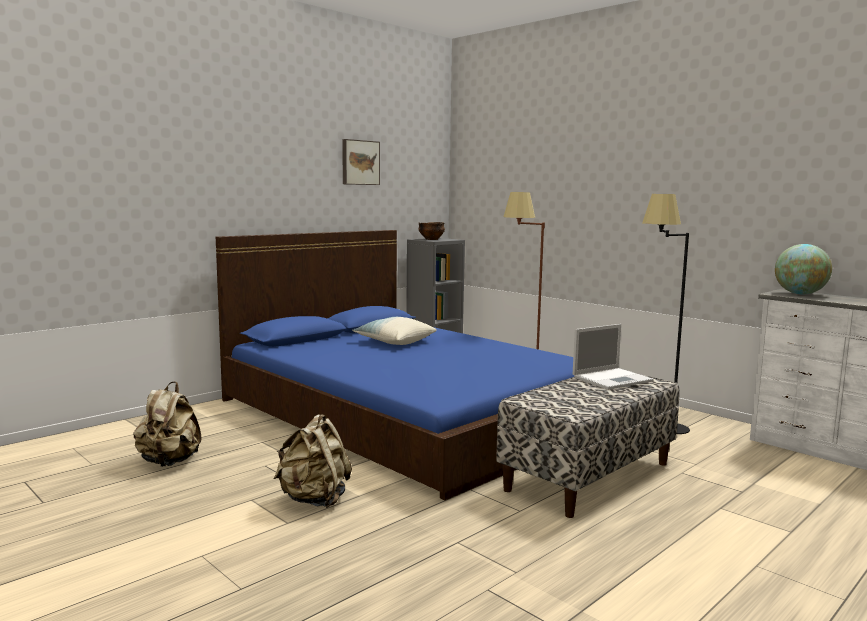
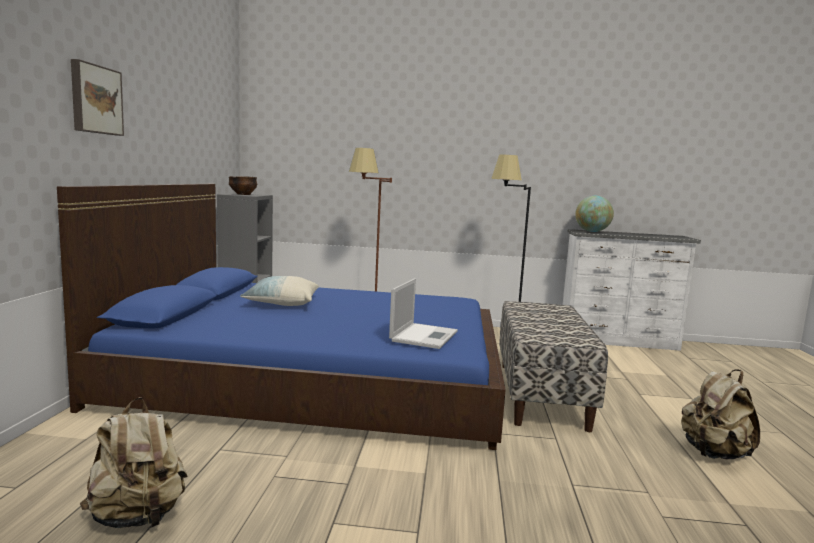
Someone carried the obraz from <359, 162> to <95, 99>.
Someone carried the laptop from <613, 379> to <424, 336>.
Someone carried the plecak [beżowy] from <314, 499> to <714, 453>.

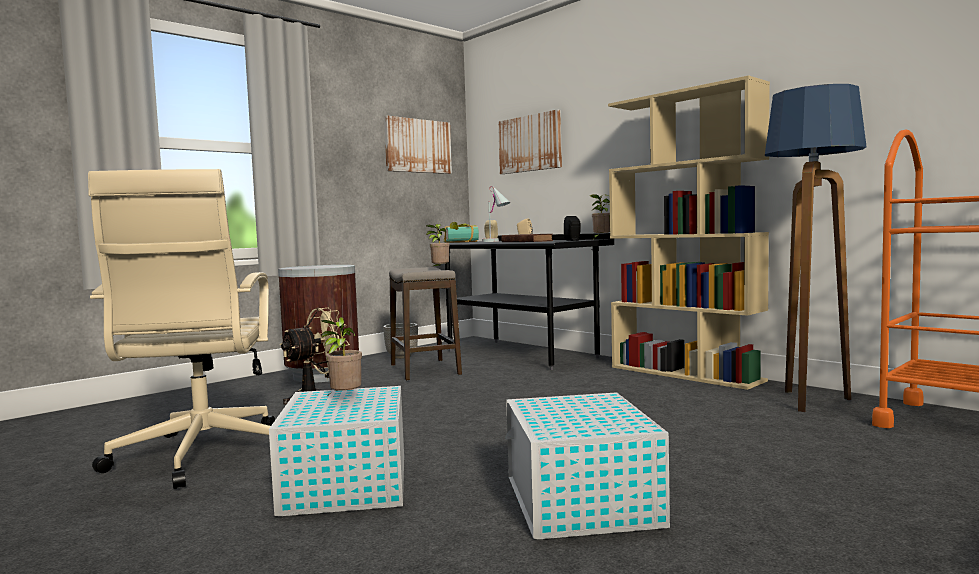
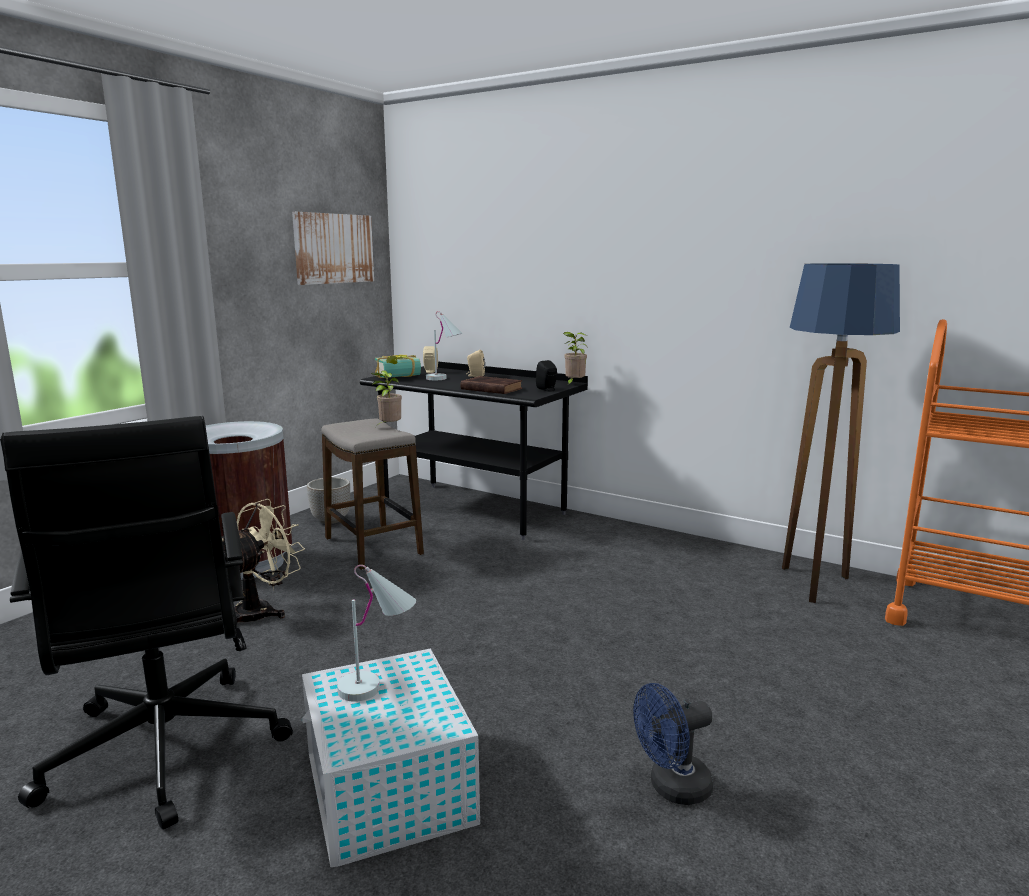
Someone repainted the krzesło biurowe [beżowy] at <201, 456>, which became the krzesło biurowe [czarny] at <164, 753>.
Someone swapped the roślina doniczkowa at <344, 398> for the lampa stołowa [biały] at <378, 687>.
Someone swapped the pojemnik do przechowywania [biały] at <581, 502> for the wentylator [niebieski] at <672, 788>.
Someone took away the obraz at <530, 143>.
Someone took away the regał [beżowy] at <686, 374>.

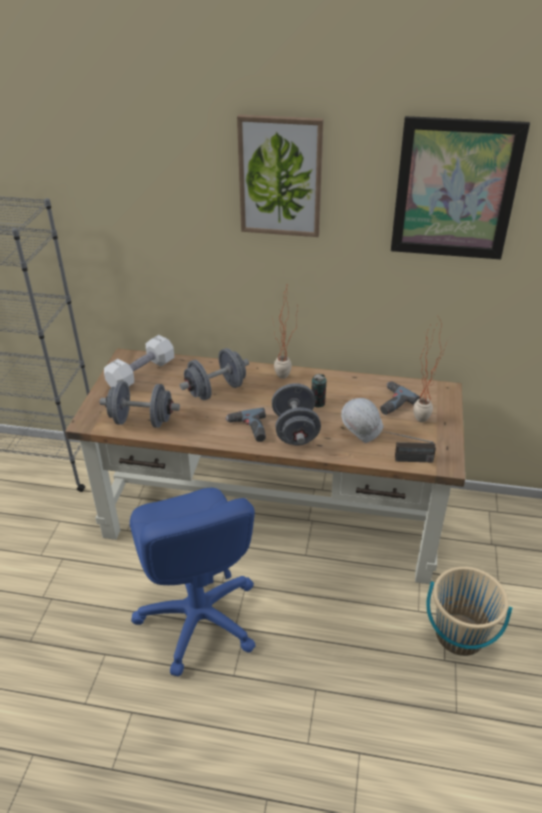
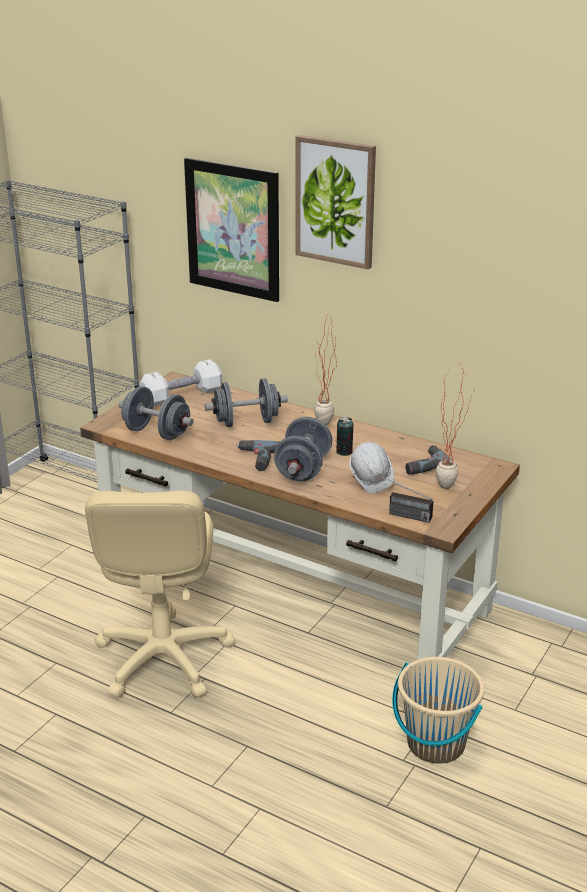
Someone repainted the krzesło biurowe [niebieski] at <198, 619>, which became the krzesło biurowe [beżowy] at <162, 658>.
Someone carried the obraz from <455, 190> to <233, 229>.

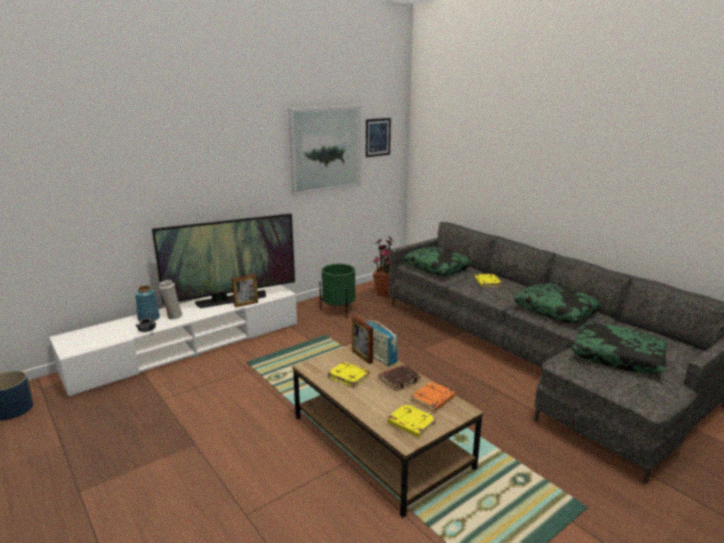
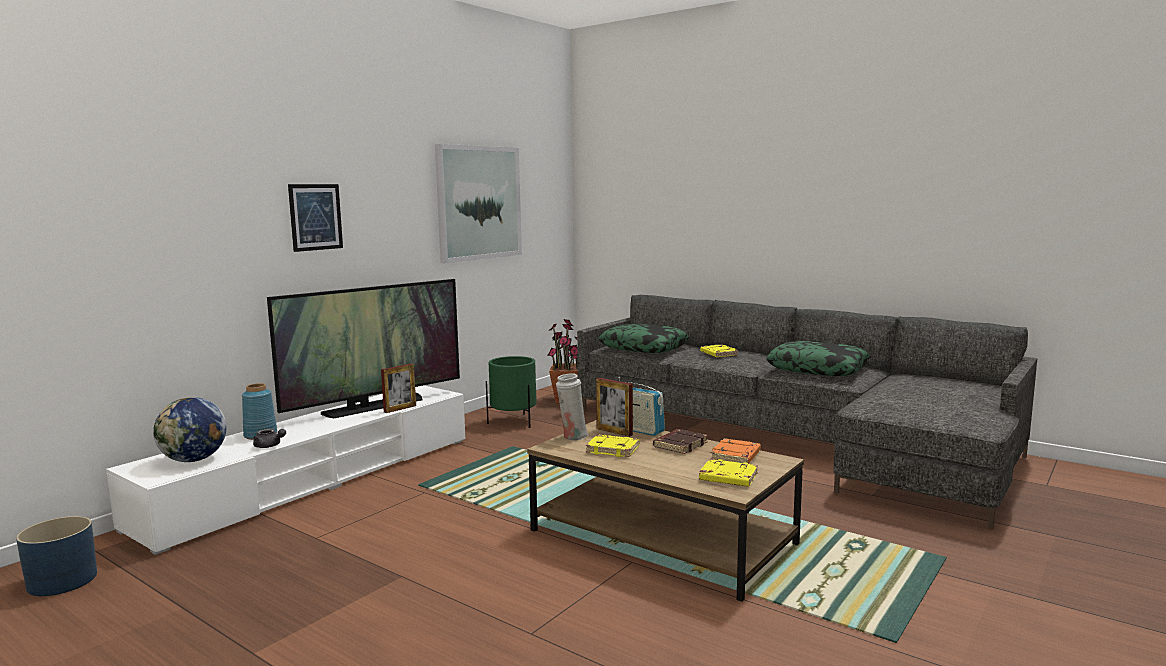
Someone put down the globus at <194, 460>.
Someone carried the obraz from <377, 137> to <315, 217>.
Someone carried the wazon [biały] from <173, 316> to <572, 437>.
Someone took away the poduszka at <617, 356>.

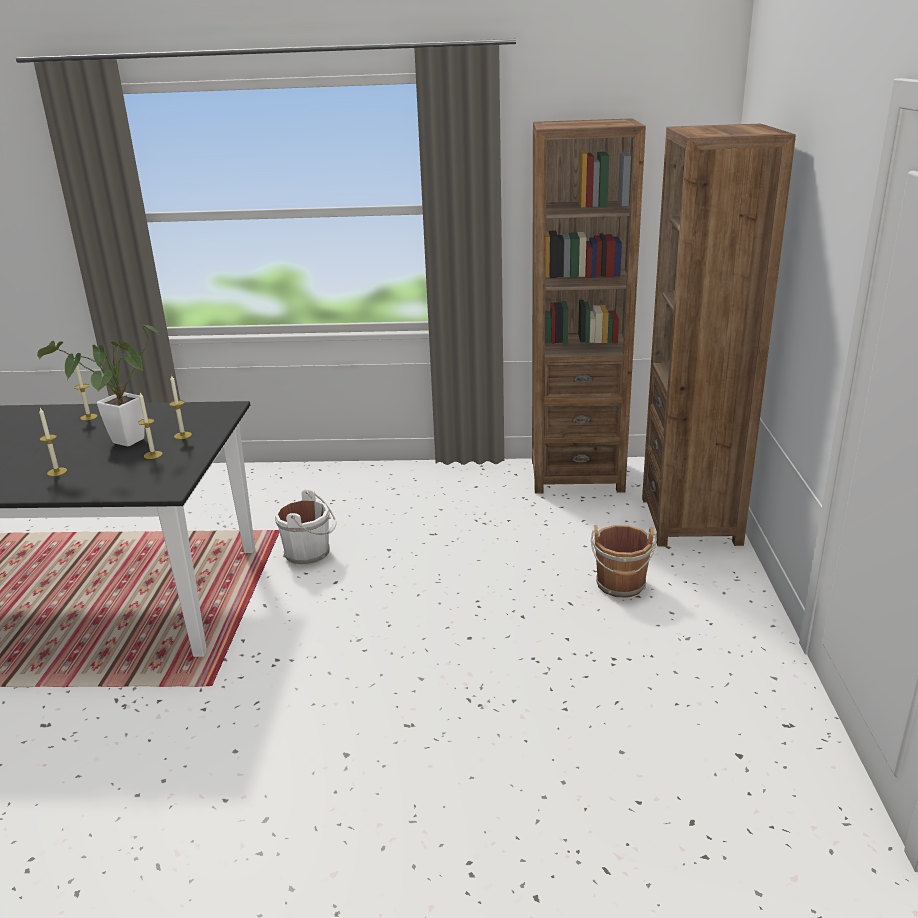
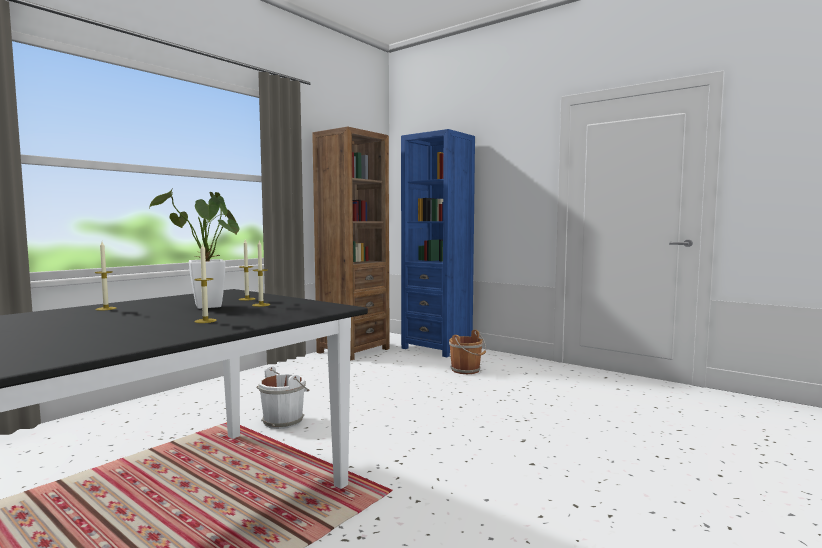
Someone repainted the regał [brązowy] at <690, 521>, which became the regał [niebieski] at <437, 348>.

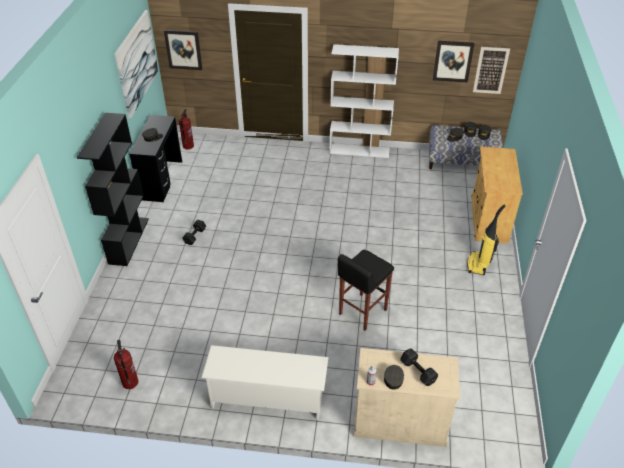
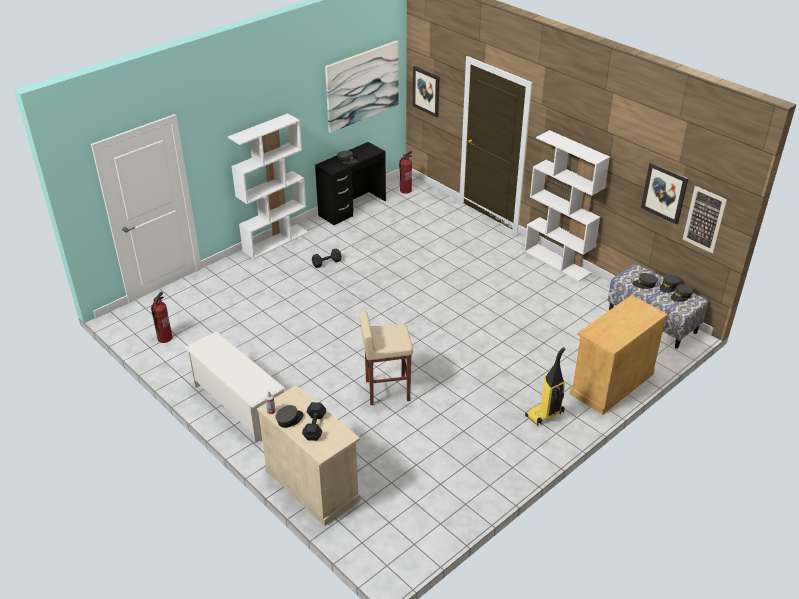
Someone repainted the regał [czarny] at <128, 240>, which became the regał [biały] at <275, 241>.
Someone repainted the stołek [czarny] at <362, 312>, which became the stołek [beżowy] at <386, 390>.

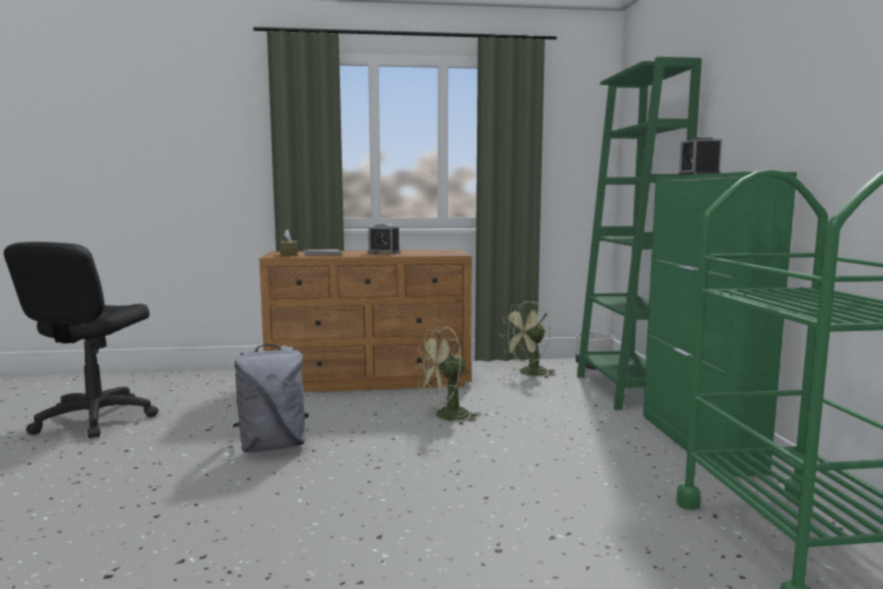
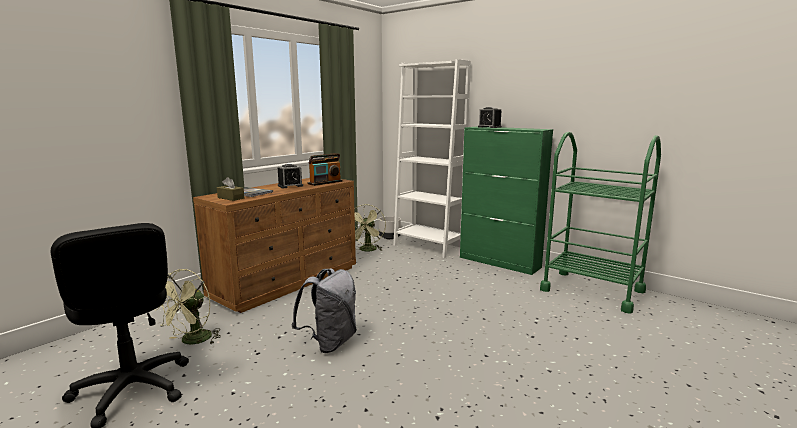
Someone carried the wentylator [zielony] from <445, 416> to <192, 341>.
Someone put down the radio at <325, 182>.
Someone repainted the regał [zielony] at <624, 391>, which became the regał [biały] at <428, 247>.

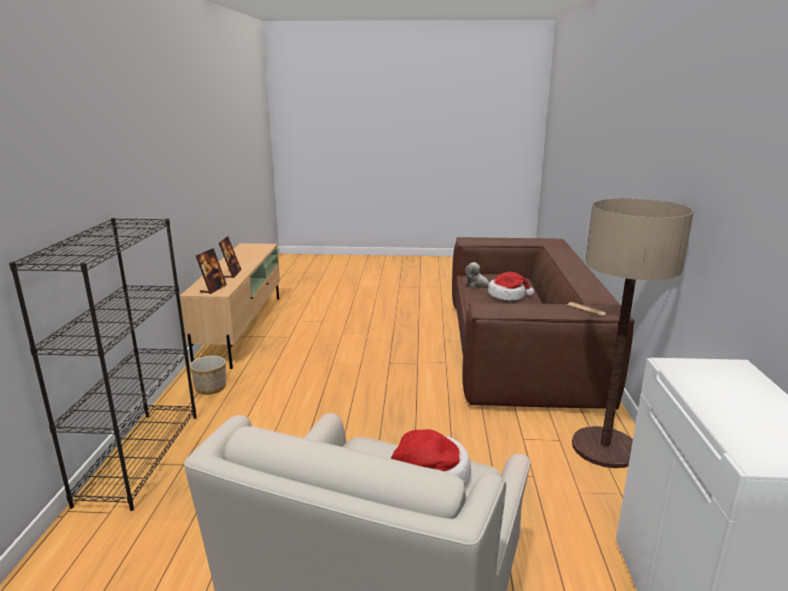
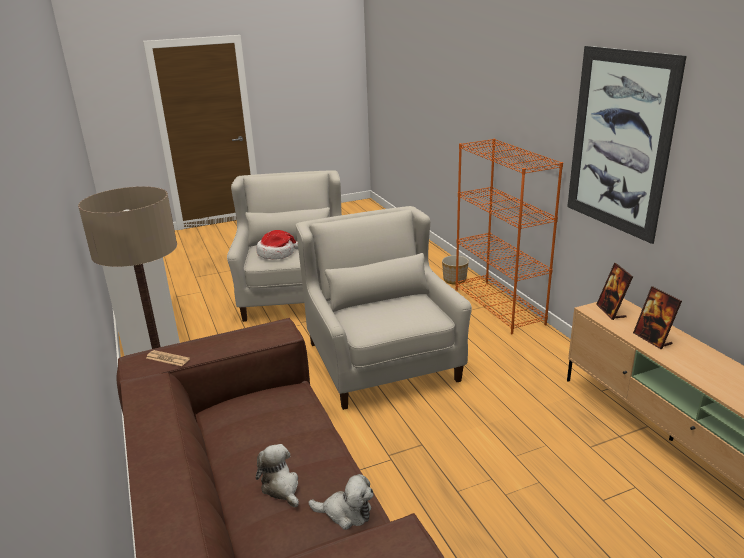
Someone swapped the kapelusz at <507, 295> for the pluszak at <281, 487>.
Someone put down the fotel [biały] at <382, 362>.
Someone carried the donica from <211, 387> to <455, 280>.
Someone repainted the regał [czarny] at <140, 456>, which became the regał [pomarańczowy] at <499, 306>.
Someone put up the obraz at <619, 142>.

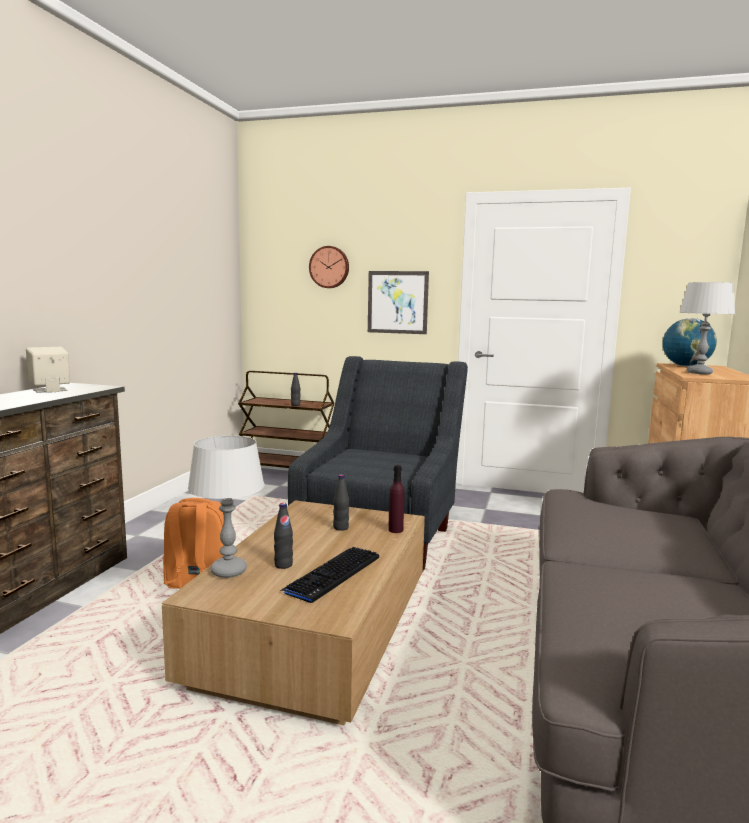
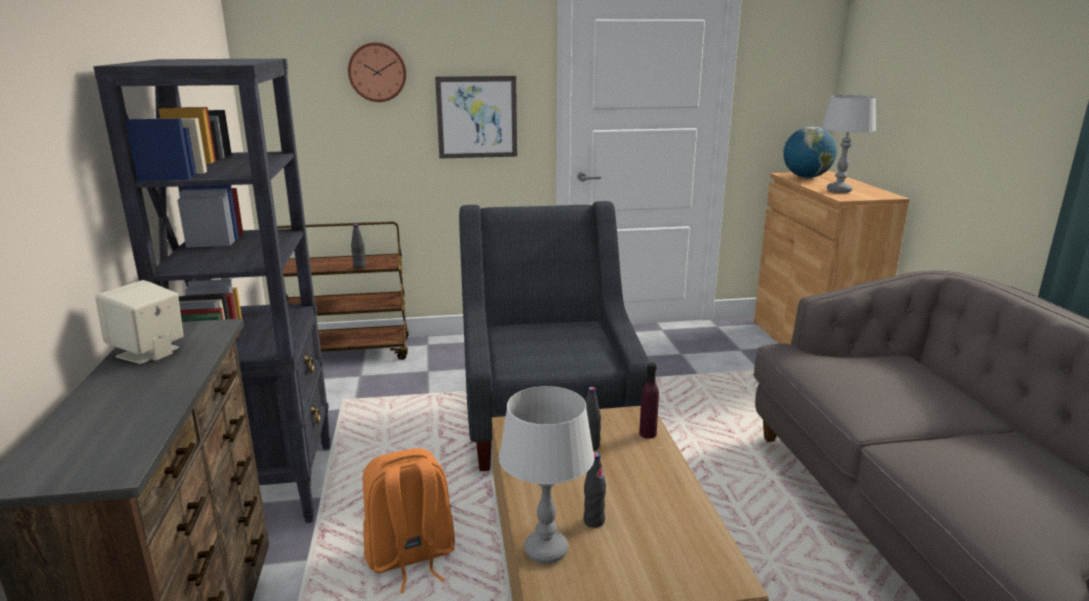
Someone put down the regał [czarny] at <270, 484>.
Someone took away the klawiatura at <332, 575>.

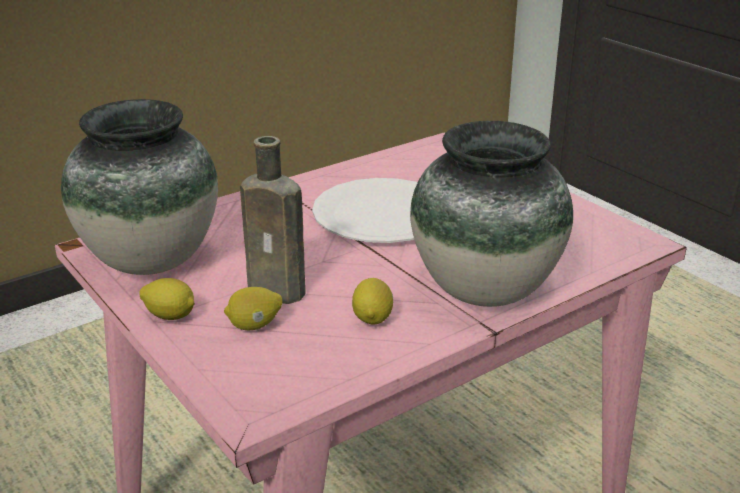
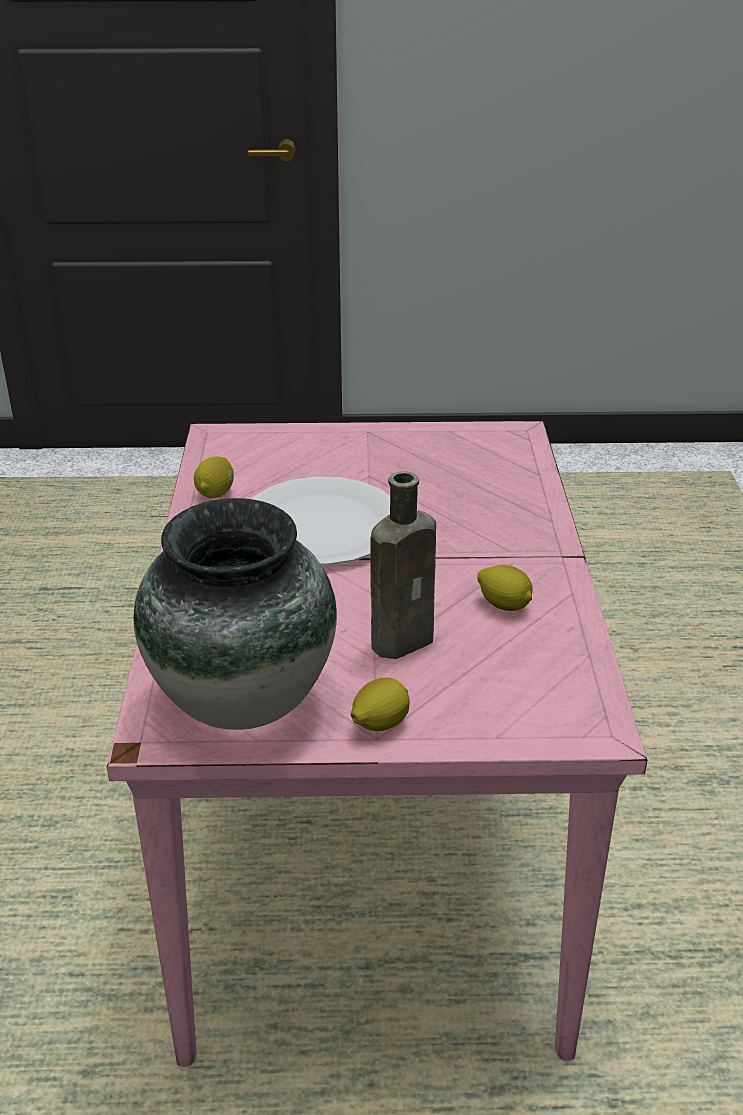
Someone carried the cytryna from <254, 326> to <216, 493>.
Someone took away the wazon at <486, 290>.

